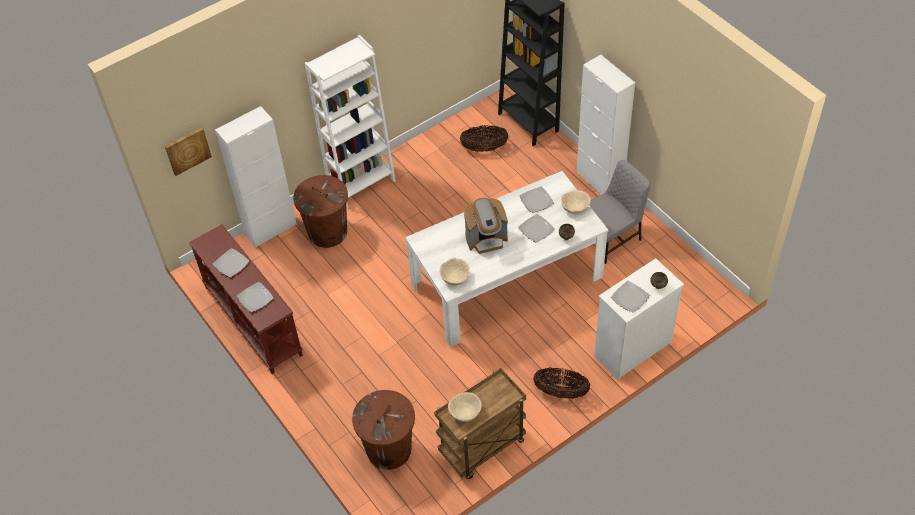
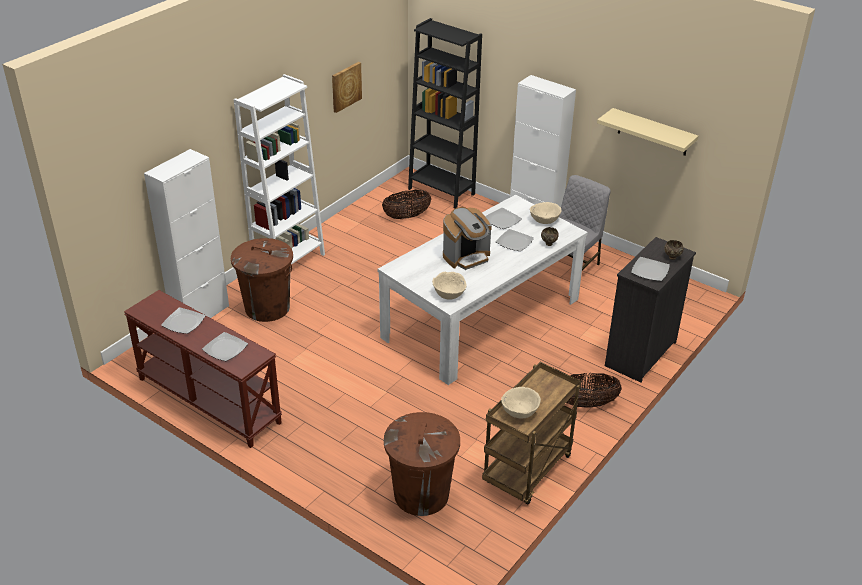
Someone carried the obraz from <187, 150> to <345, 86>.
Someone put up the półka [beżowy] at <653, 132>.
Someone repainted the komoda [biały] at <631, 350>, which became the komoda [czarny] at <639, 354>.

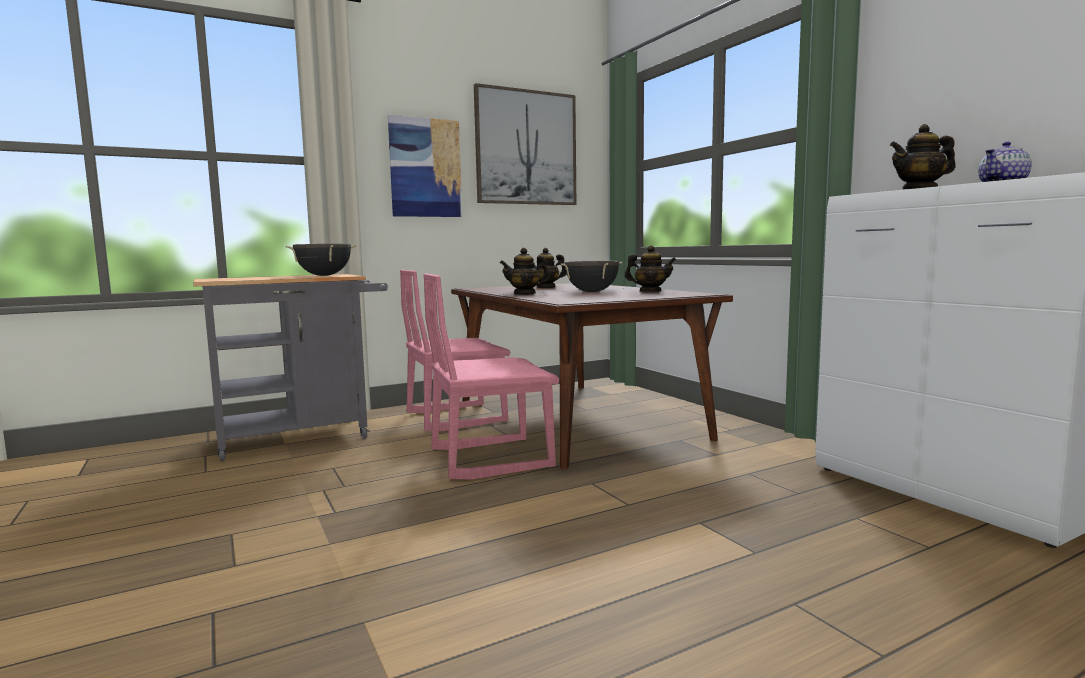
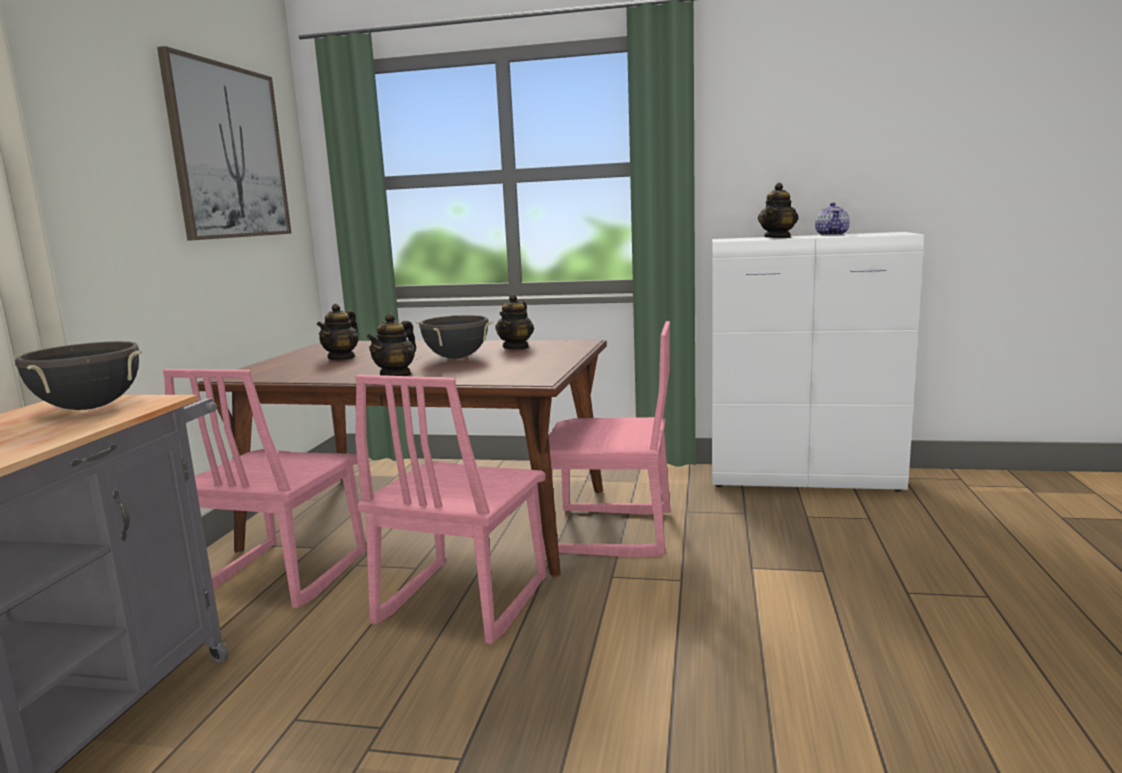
Someone rotated the imbryk at <650, 292> by 150 degrees clockwise.
Someone put down the krzesło [różowy] at <609, 533>.
Someone took away the obraz at <425, 168>.

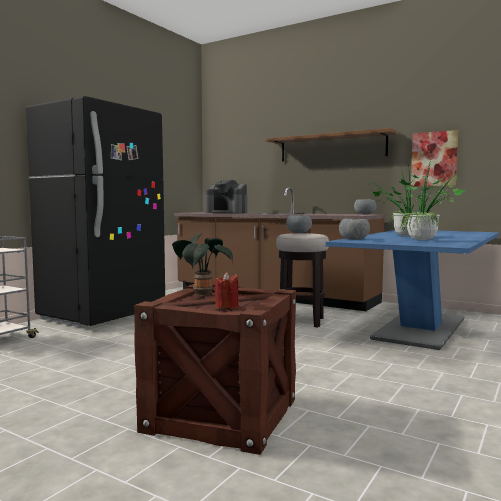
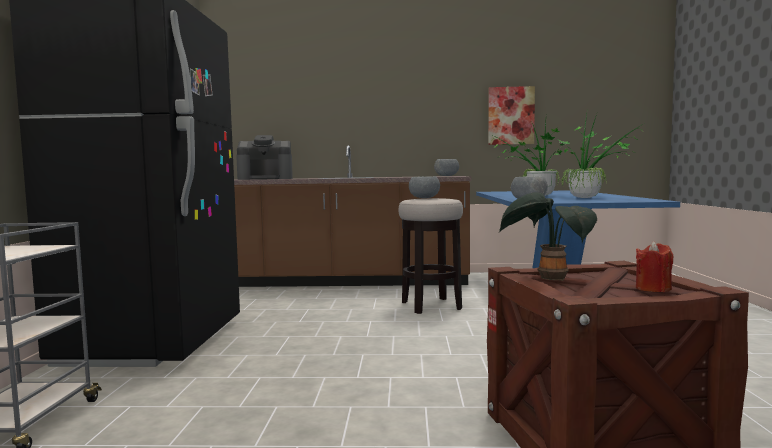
Someone took away the półka at <332, 147>.

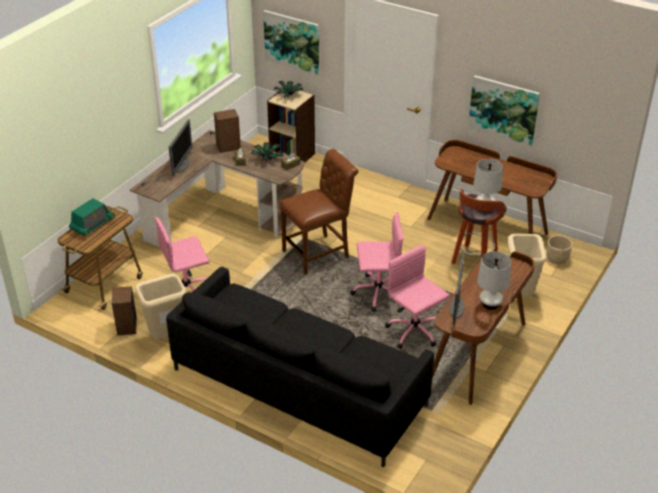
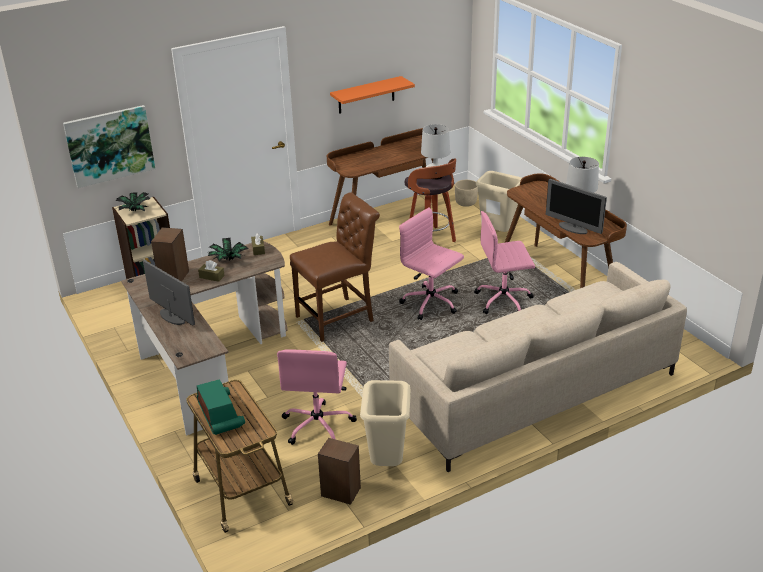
Someone rotated the krzesło [brązowy] at <319, 253> by 60 degrees clockwise.
Someone swapped the obraz at <503, 109> for the półka [pomarańczowy] at <366, 95>.
Someone repainted the kanapa [czarny] at <299, 387>, which became the kanapa [beżowy] at <534, 391>.
Someone rotated the krzesło biurowe [różowy] at <377, 293> by 75 degrees counterclockwise.

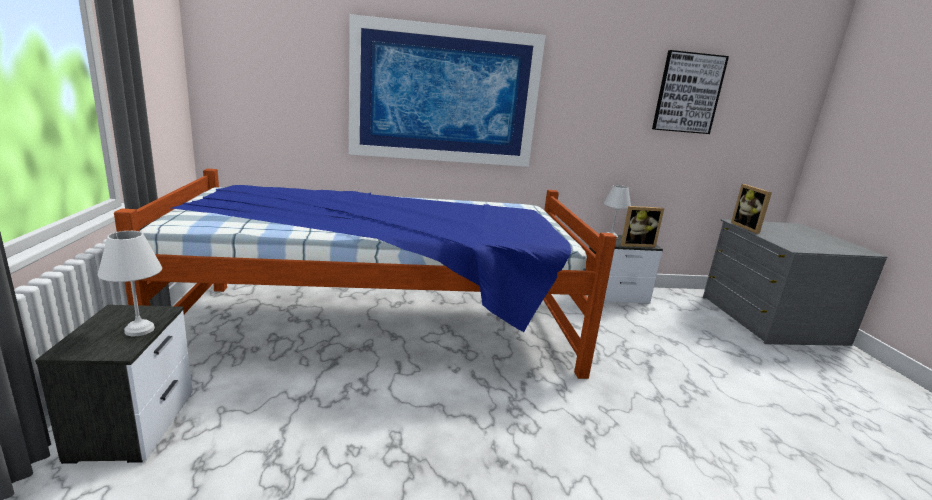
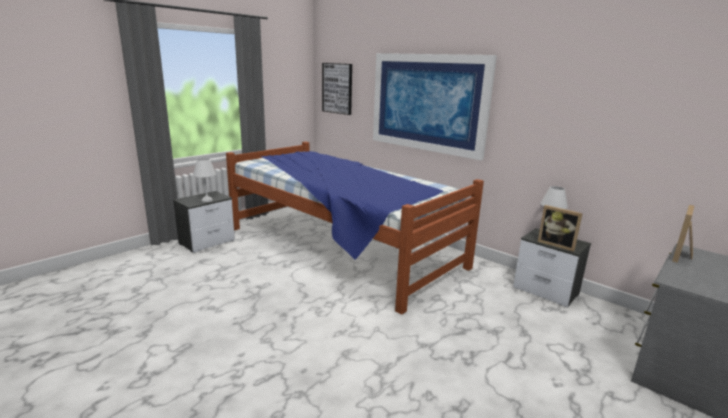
Someone carried the obraz from <688, 93> to <337, 88>.

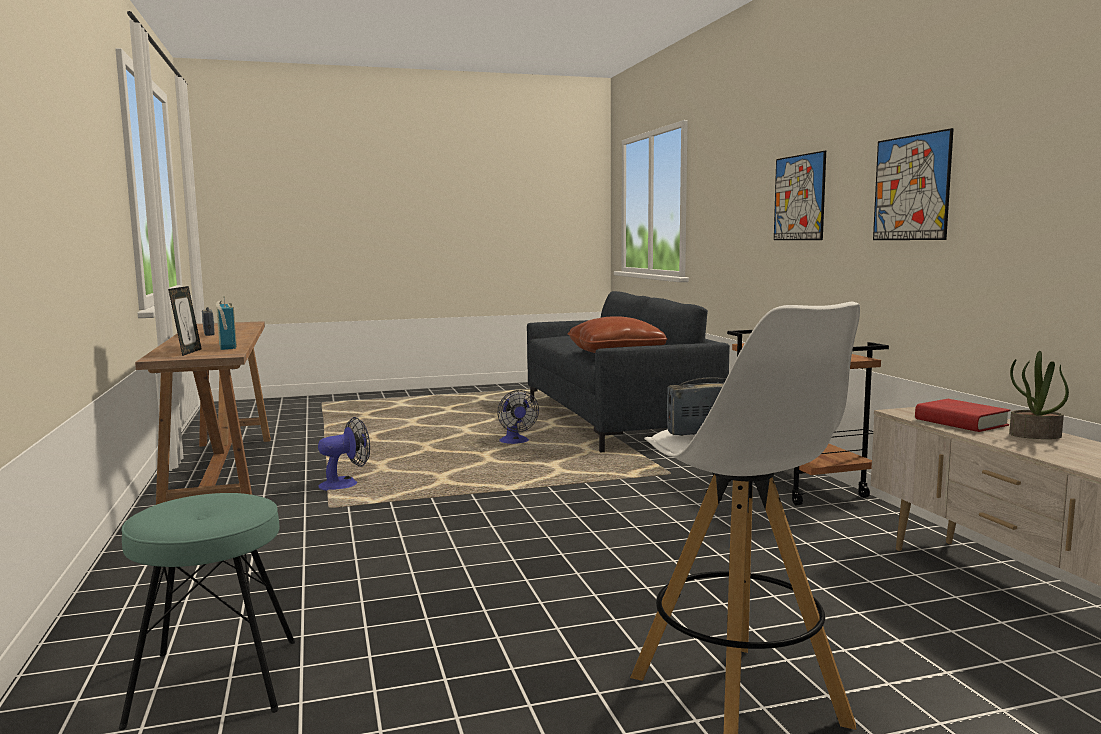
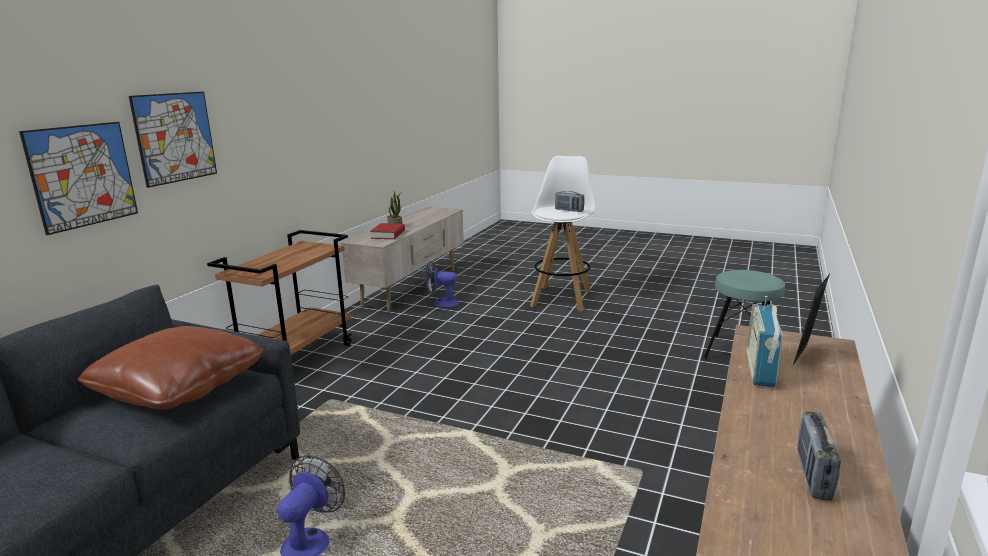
Someone carried the obraz from <911, 188> to <83, 176>.
Someone carried the wentylator from <345, 484> to <441, 303>.

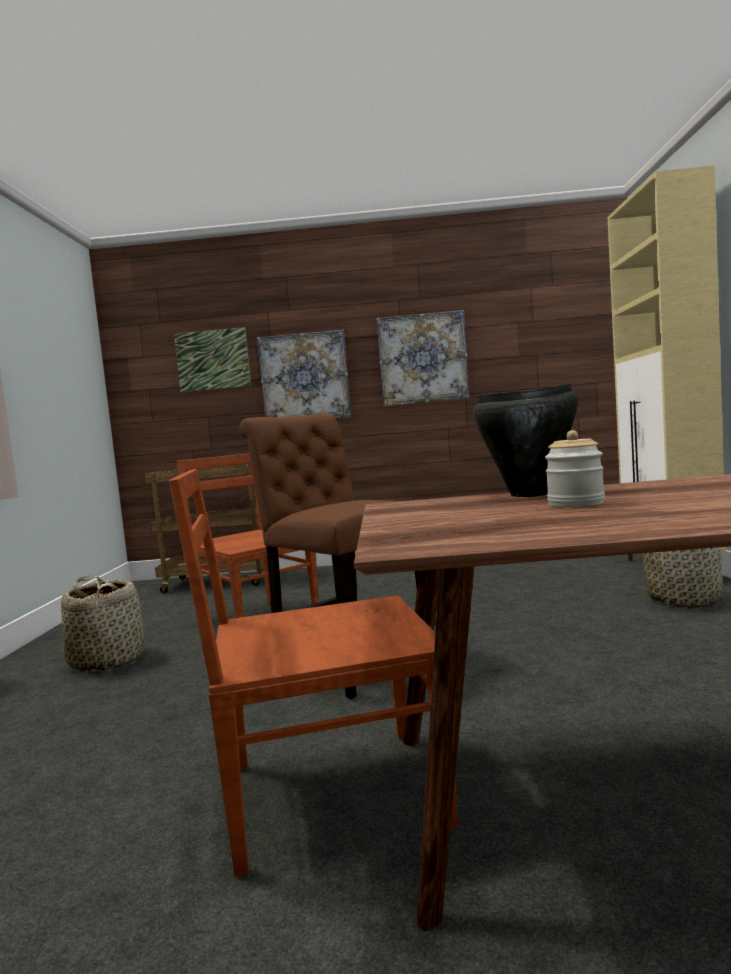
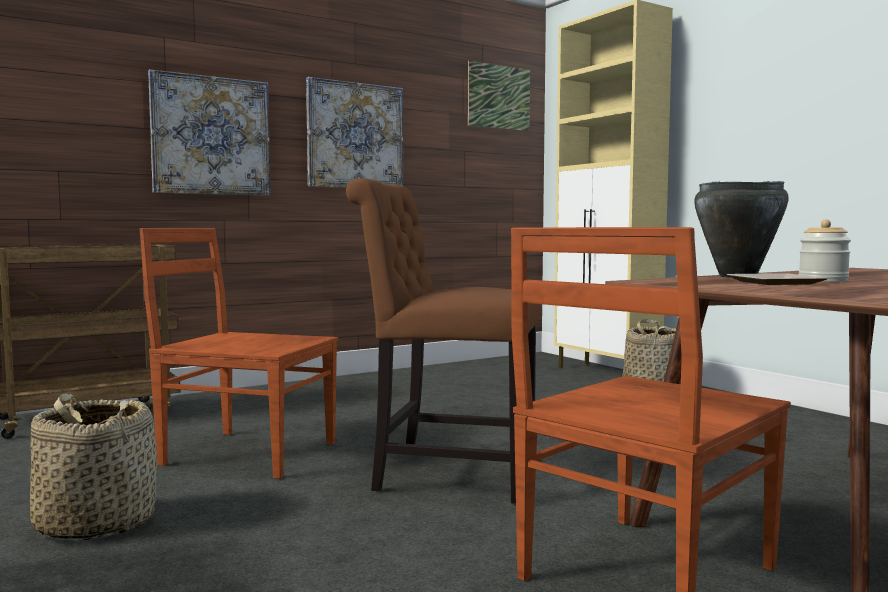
Someone carried the obraz from <212, 359> to <499, 97>.
Someone put down the talerz at <775, 282>.

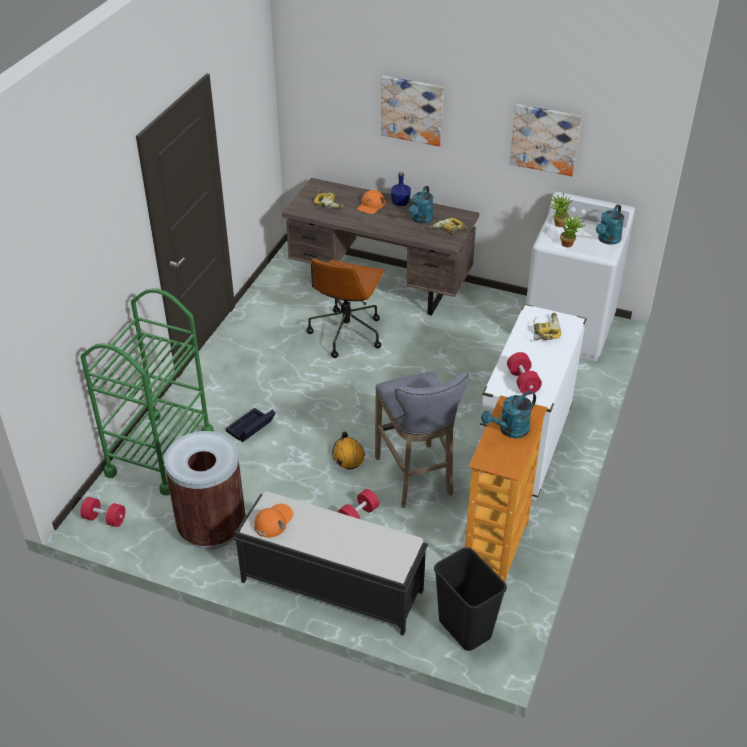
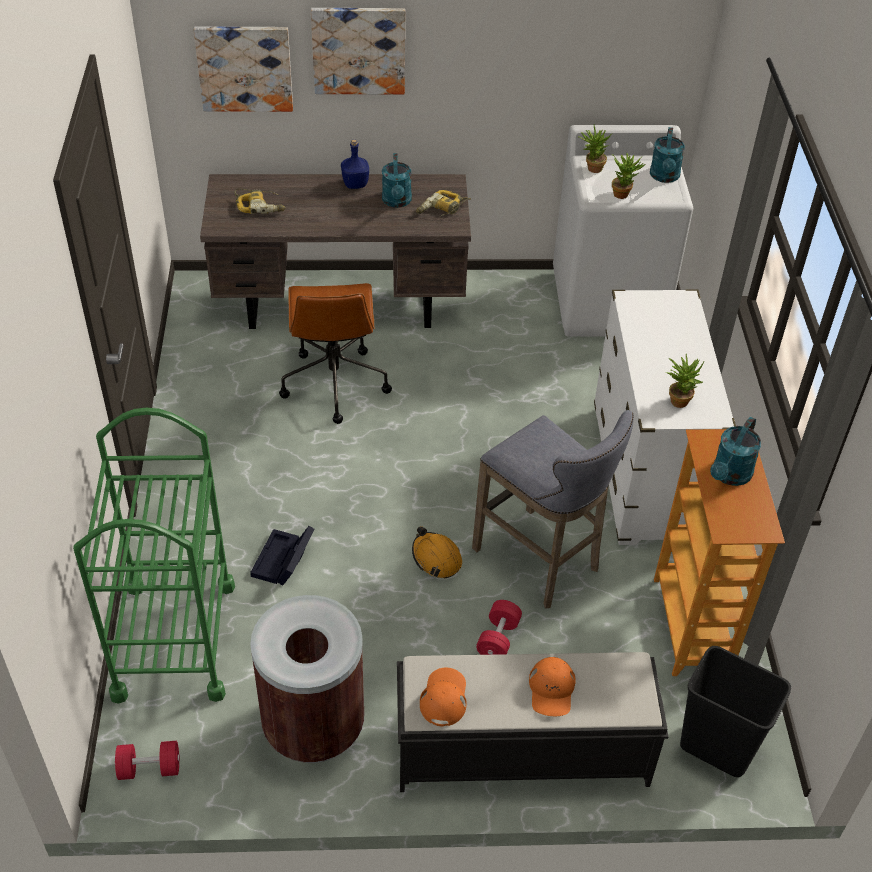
Someone carried the obraz from <545, 139> to <245, 68>.
Someone carried the czapka z daszkiem [pomarańczowy] from <371, 205> to <551, 690>.
Someone swapped the hantel [czerwony] at <523, 381> for the roślina doniczkowa at <679, 399>.
Someone took away the wiertarka at <545, 330>.

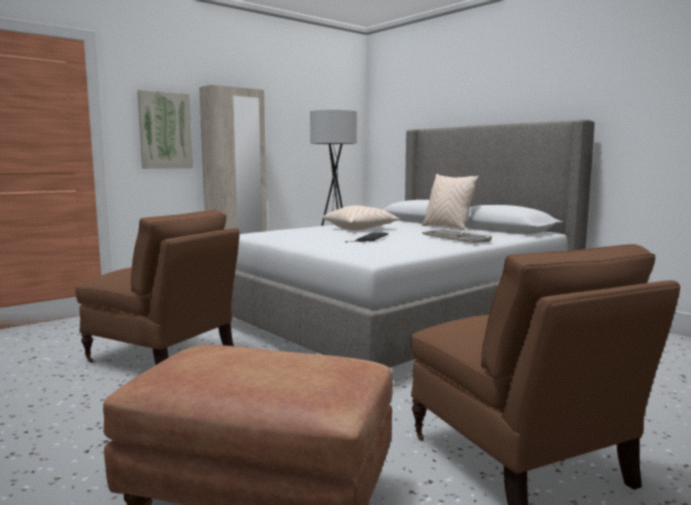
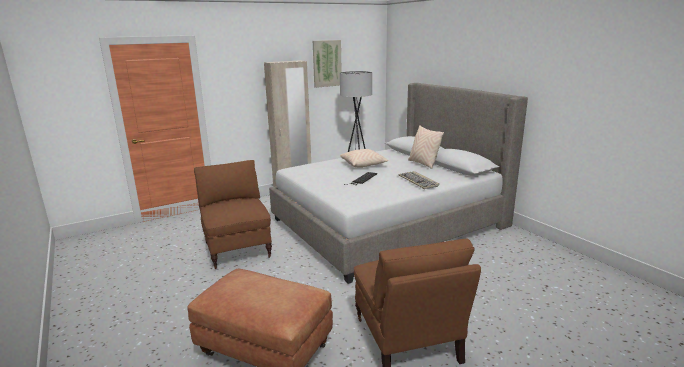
Someone rotated the fotel [brązowy] at <163, 357> by 150 degrees counterclockwise.
Someone carried the obraz from <165, 130> to <326, 63>.

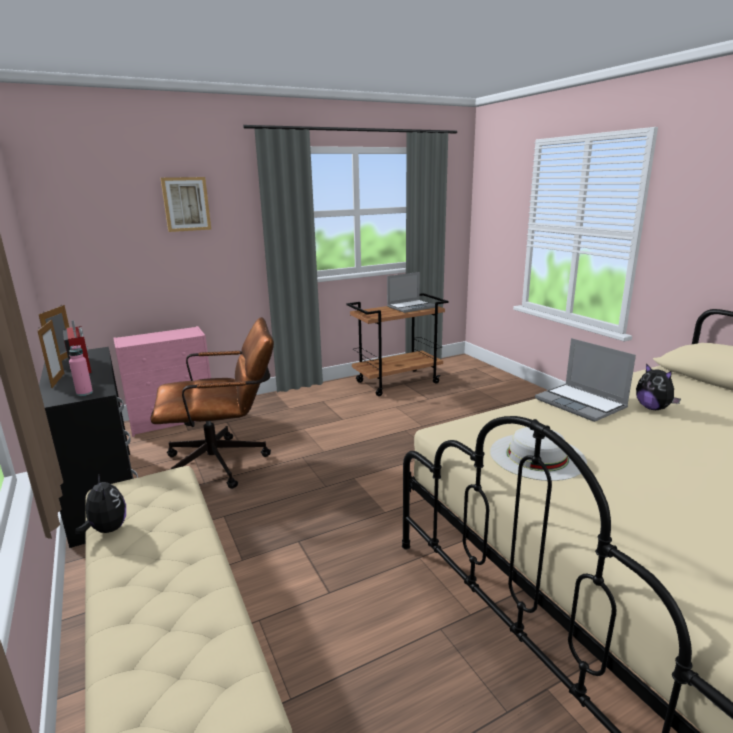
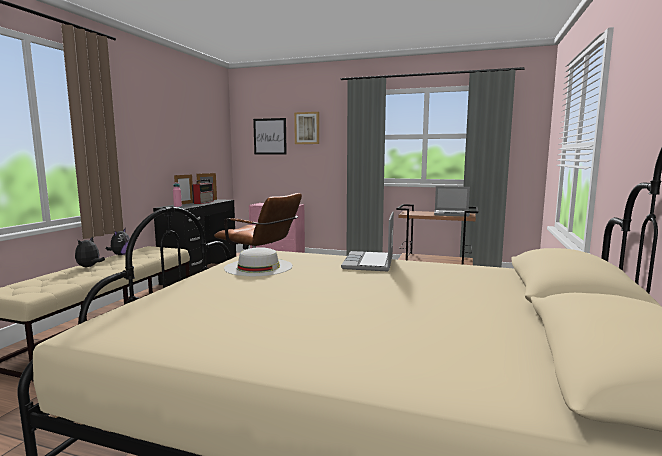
Someone carried the pluszak from <653, 408> to <89, 267>.
Someone put up the obraz at <270, 136>.

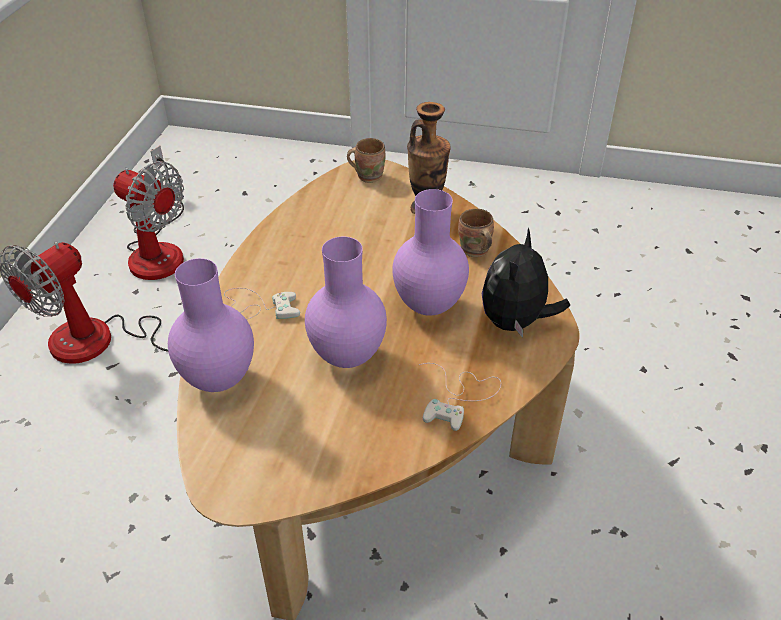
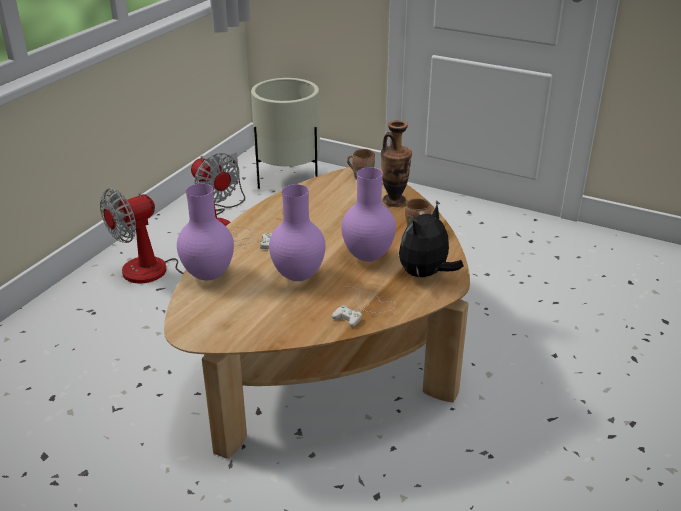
Someone put down the donica [beżowy] at <289, 180>.

